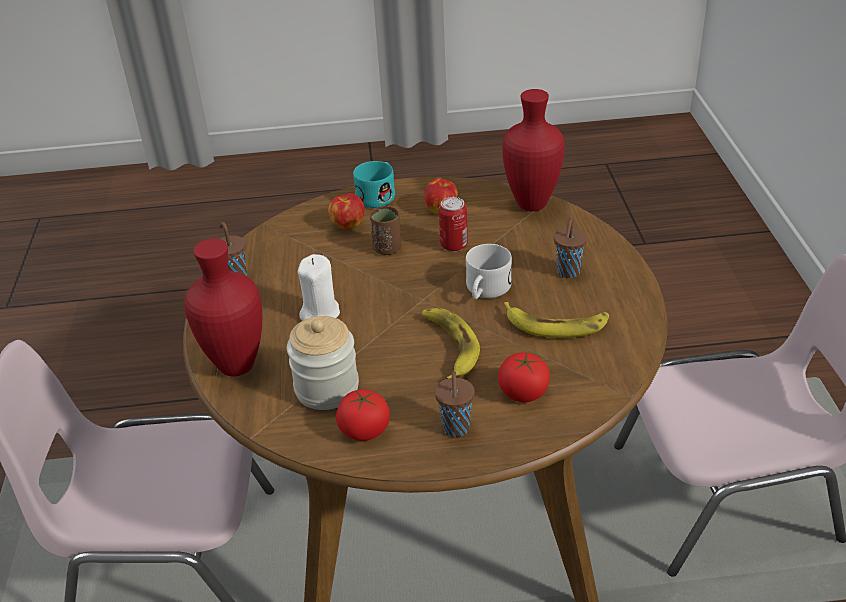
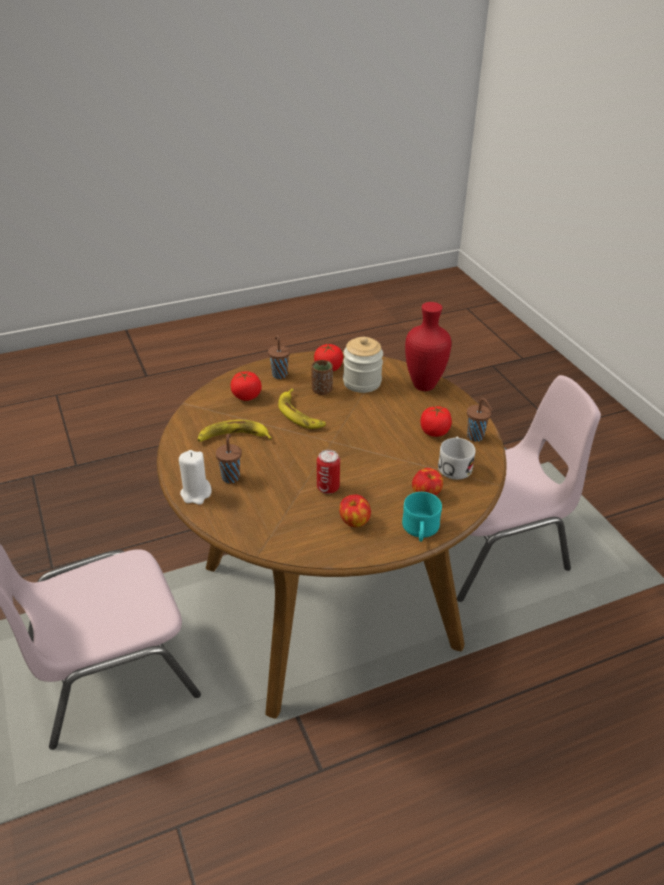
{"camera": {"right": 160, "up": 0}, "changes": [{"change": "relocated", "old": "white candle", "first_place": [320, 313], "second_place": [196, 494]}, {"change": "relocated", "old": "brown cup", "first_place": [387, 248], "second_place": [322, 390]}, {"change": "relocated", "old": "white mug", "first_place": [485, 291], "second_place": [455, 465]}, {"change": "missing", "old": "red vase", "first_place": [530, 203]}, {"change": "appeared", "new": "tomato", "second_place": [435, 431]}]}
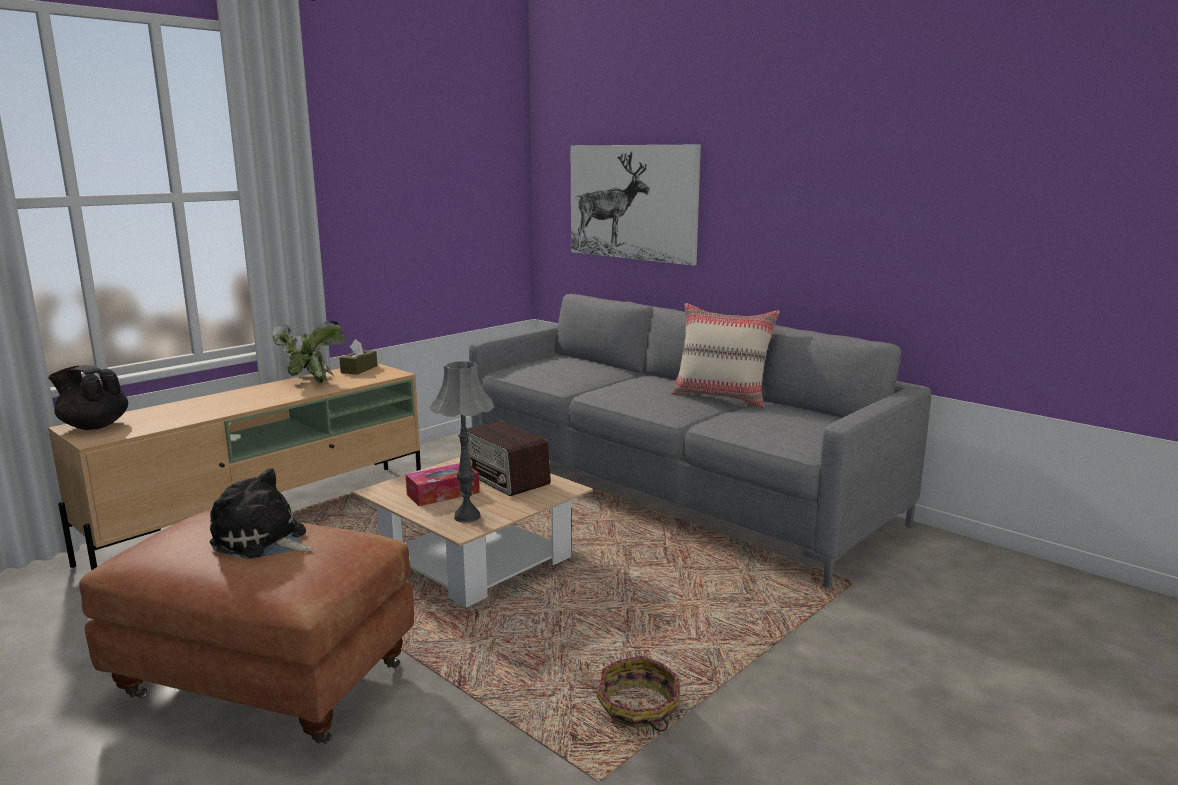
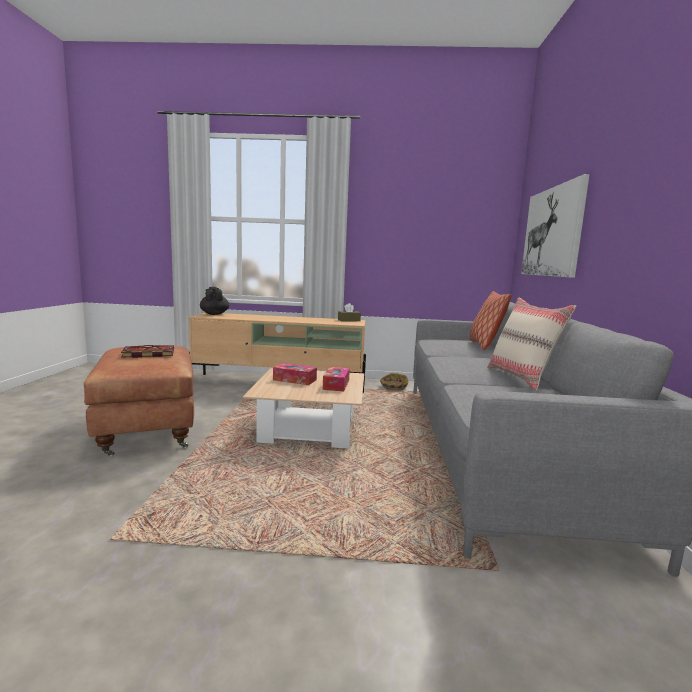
{"camera": {"right": 50, "up": -5}, "changes": [{"change": "exchanged", "old": "plush toy", "new": "book", "first_place": [262, 541], "second_place": [147, 354]}, {"change": "missing", "old": "potted plant", "first_place": [309, 382]}, {"change": "missing", "old": "grey table lamp", "first_place": [467, 517]}, {"change": "exchanged", "old": "radio", "new": "tissue box", "first_place": [505, 478], "second_place": [336, 384]}, {"change": "relocated", "old": "basket", "first_place": [638, 708], "second_place": [393, 387]}, {"change": "appeared", "new": "pillow", "second_place": [484, 345]}]}
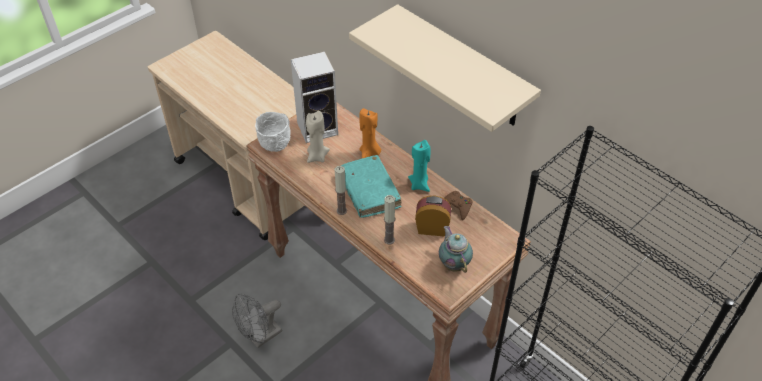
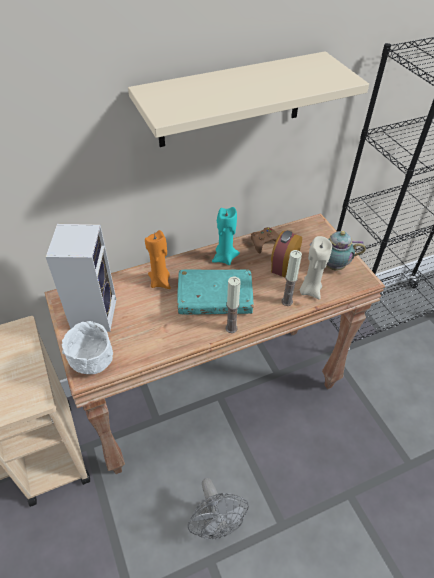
{"camera": {"right": -70, "up": 0}, "changes": [{"change": "relocated", "old": "beige candle", "first_place": [317, 156], "second_place": [310, 290]}]}
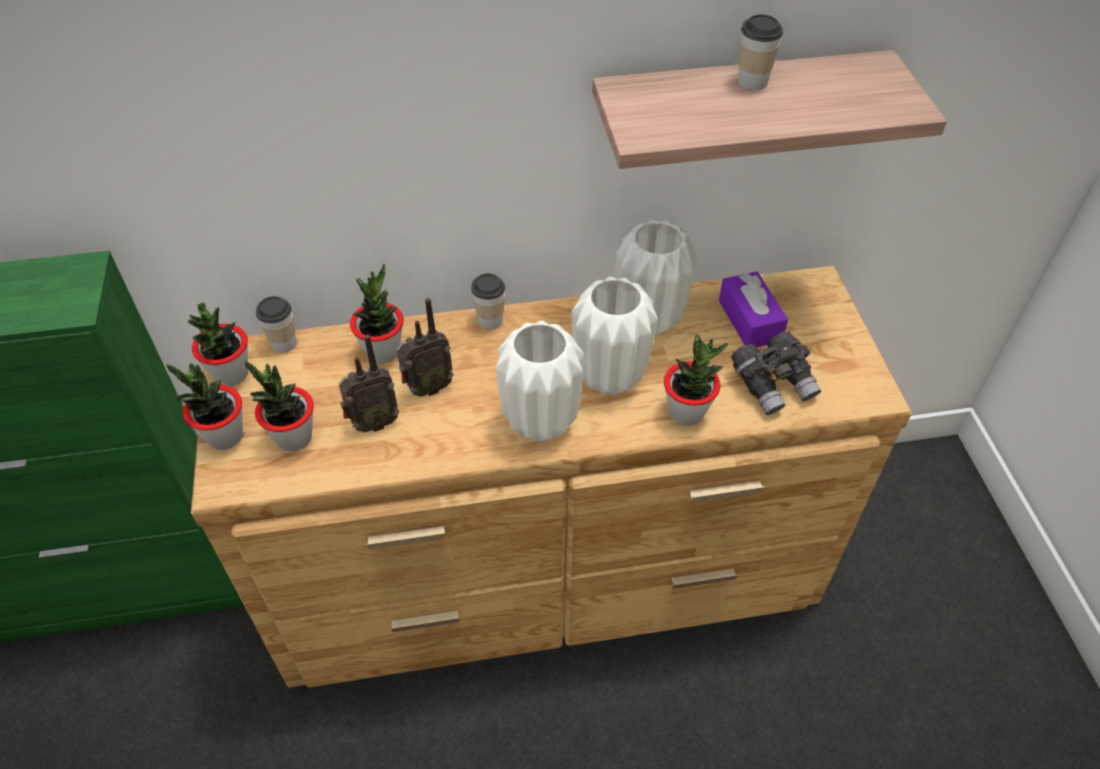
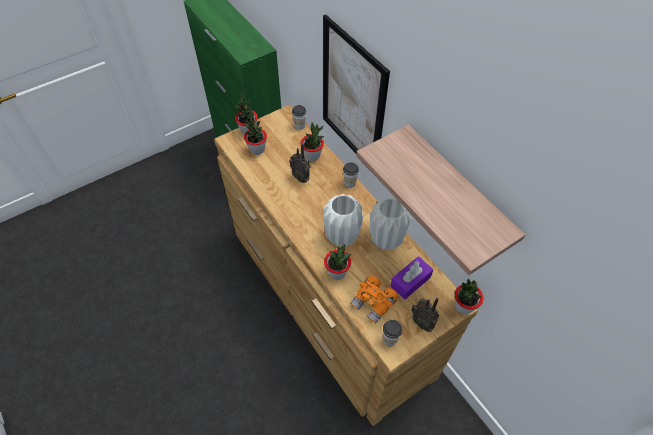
{"camera": {"right": 65, "up": 5}, "changes": [{"change": "relocated", "old": "potted plant", "first_place": [231, 374], "second_place": [463, 306]}, {"change": "relocated", "old": "radio", "first_place": [372, 423], "second_place": [422, 322]}, {"change": "missing", "old": "white vase", "first_place": [540, 423]}, {"change": "colour", "old": "grey binoculars", "new": "orange binoculars", "first_place": [773, 384], "second_place": [373, 303]}, {"change": "relocated", "old": "cup", "first_place": [752, 81], "second_place": [389, 339]}, {"change": "appeared", "new": "picture", "second_place": [352, 98]}]}
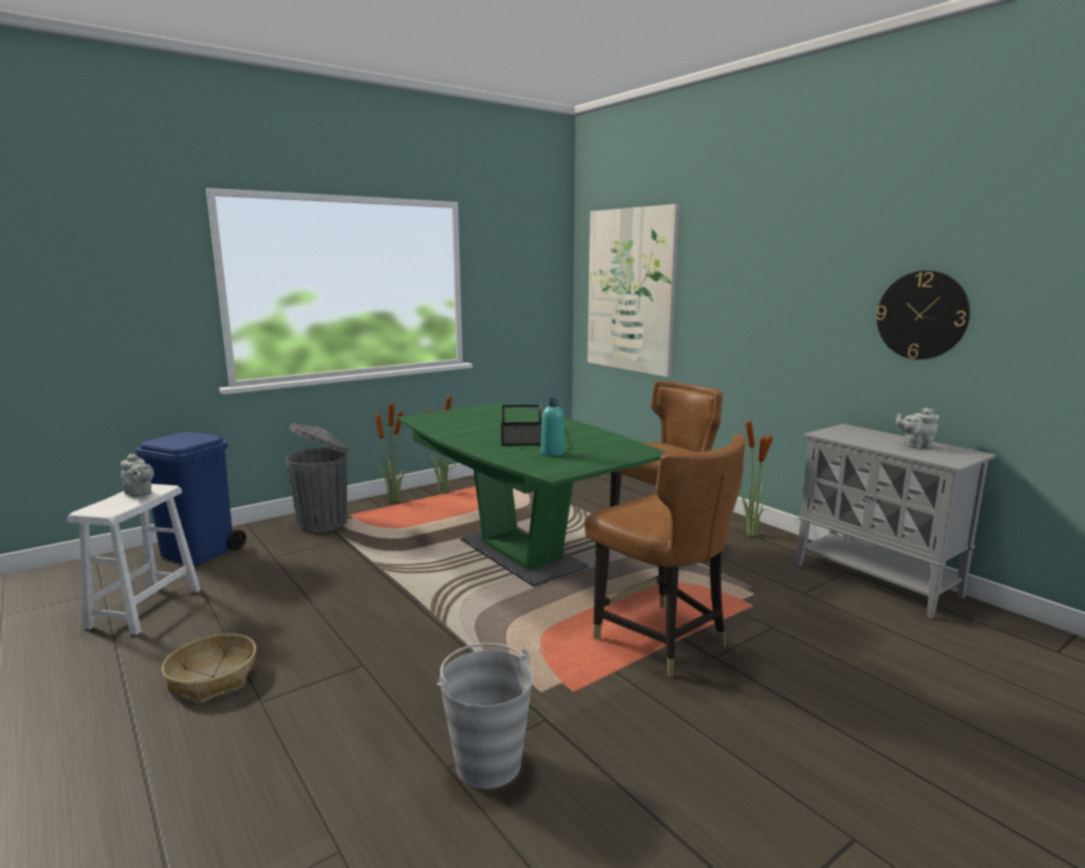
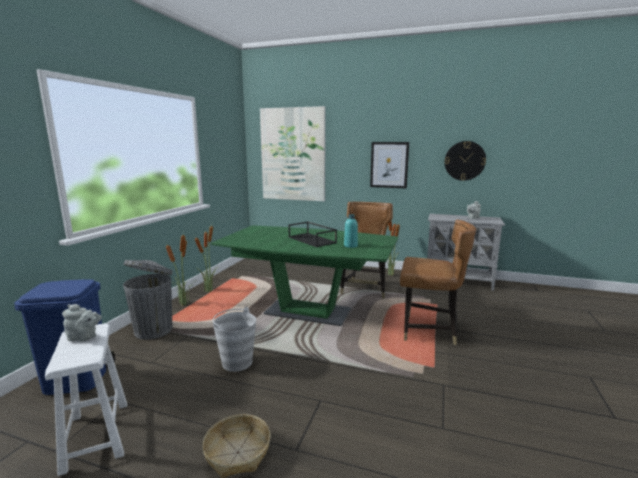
{"camera": {"right": -35, "up": 0}, "changes": [{"change": "relocated", "old": "grey bucket", "first_place": [488, 763], "second_place": [237, 362]}, {"change": "appeared", "new": "picture", "second_place": [389, 165]}]}
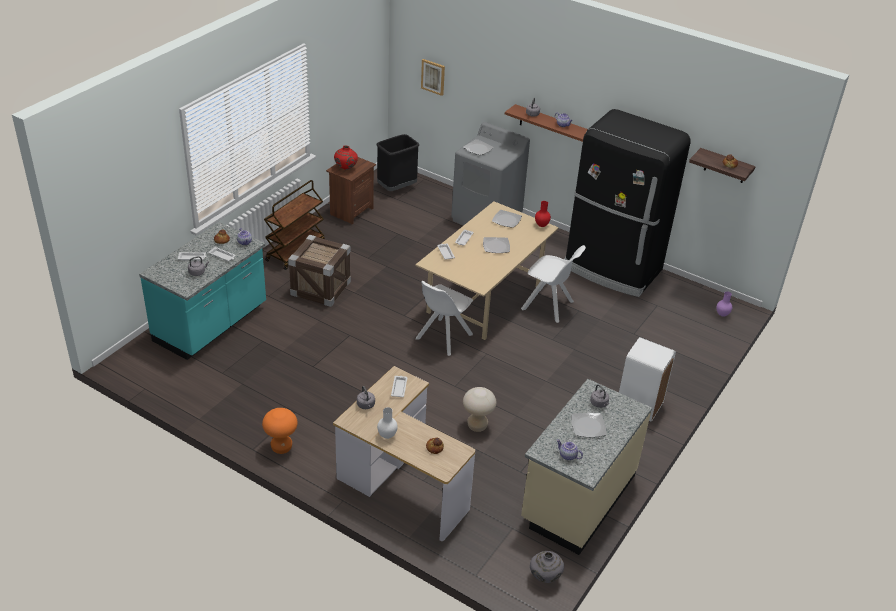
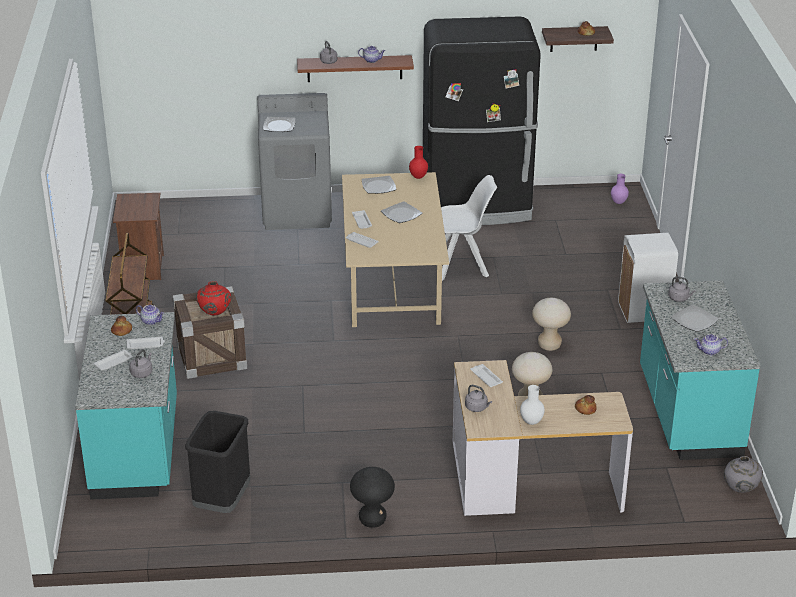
{"camera": {"right": -35, "up": -5}, "changes": [{"change": "colour", "old": "orange stool", "new": "black stool", "first_place": [281, 447], "second_place": [372, 520]}, {"change": "relocated", "old": "red vase", "first_place": [346, 168], "second_place": [214, 314]}, {"change": "relocated", "old": "black trash can", "first_place": [397, 188], "second_place": [222, 501]}, {"change": "missing", "old": "white chair", "first_place": [443, 337]}, {"change": "missing", "old": "picture", "first_place": [433, 76]}, {"change": "colour", "old": "beige counter", "new": "turquoise counter", "first_place": [577, 498], "second_place": [687, 413]}, {"change": "appeared", "new": "beige stool", "second_place": [549, 345]}]}
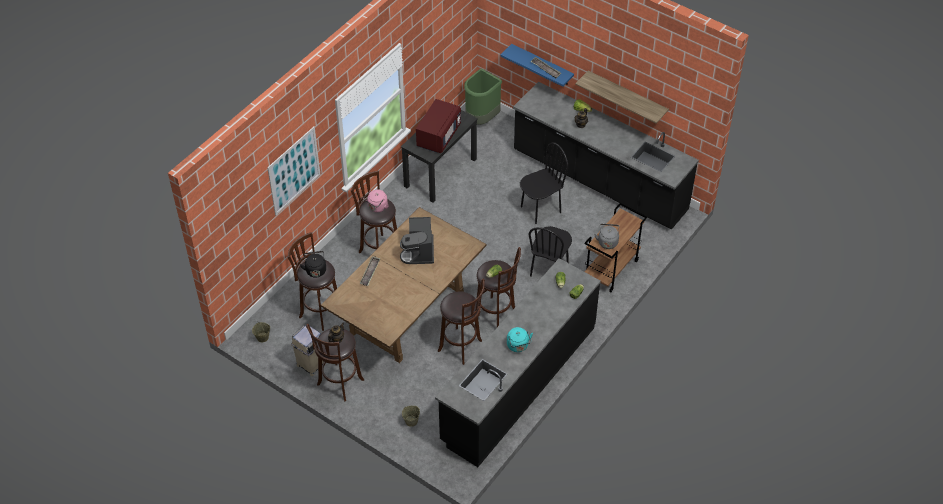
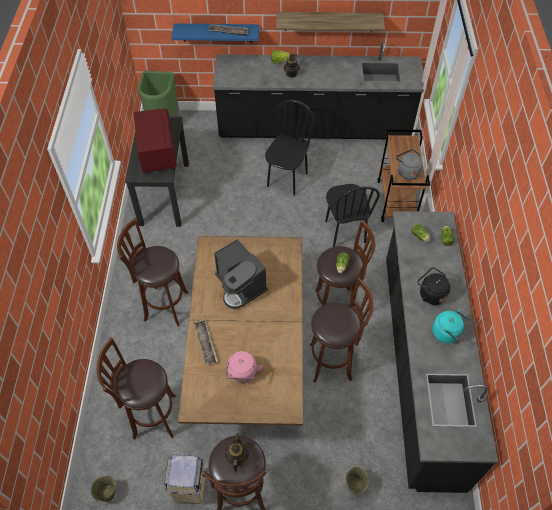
{"camera": {"right": -35, "up": 5}, "changes": [{"change": "missing", "old": "picture", "first_place": [294, 170]}, {"change": "relocated", "old": "black kettle", "first_place": [315, 270], "second_place": [430, 294]}, {"change": "relocated", "old": "pink kettle", "first_place": [377, 207], "second_place": [242, 374]}]}
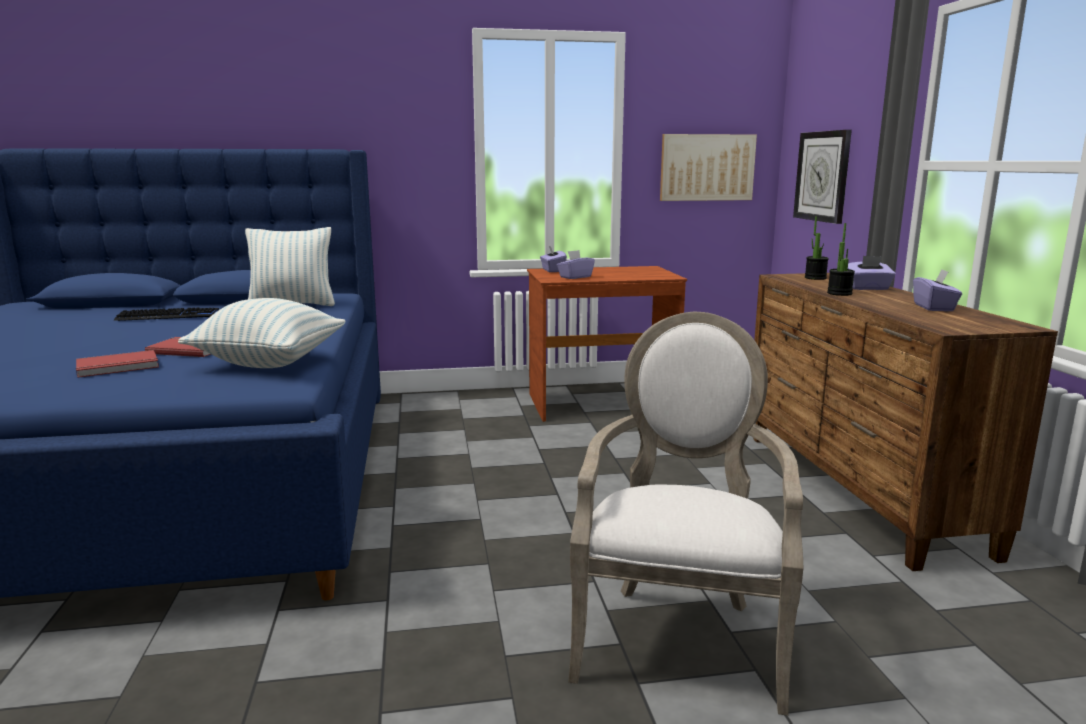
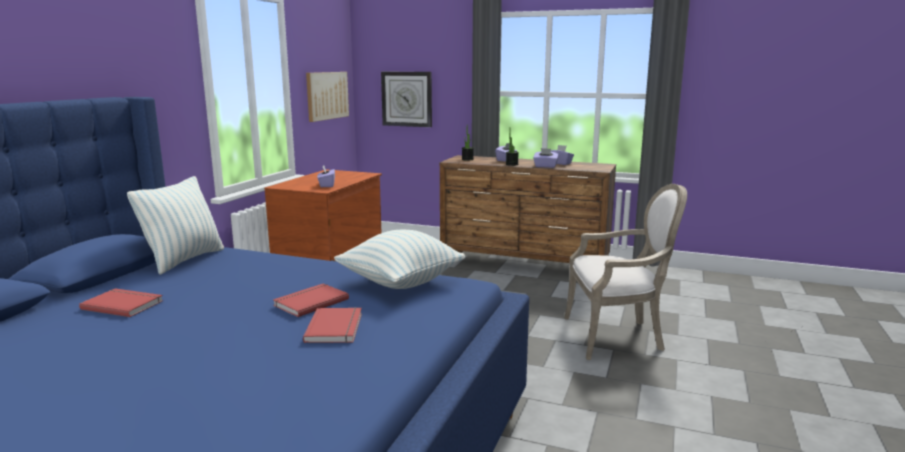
{"camera": {"right": -60, "up": 0}, "changes": [{"change": "exchanged", "old": "keyboard", "new": "red book", "first_place": [168, 316], "second_place": [124, 304]}, {"change": "relocated", "old": "purple tissue box", "first_place": [552, 270], "second_place": [545, 166]}, {"change": "spun", "old": "armchair", "first_place": [680, 638], "second_place": [617, 336], "degrees": 135}]}
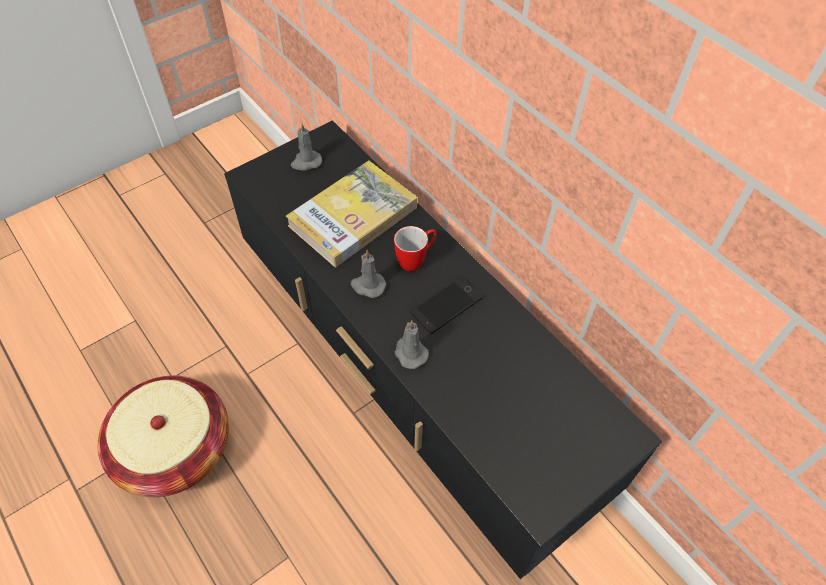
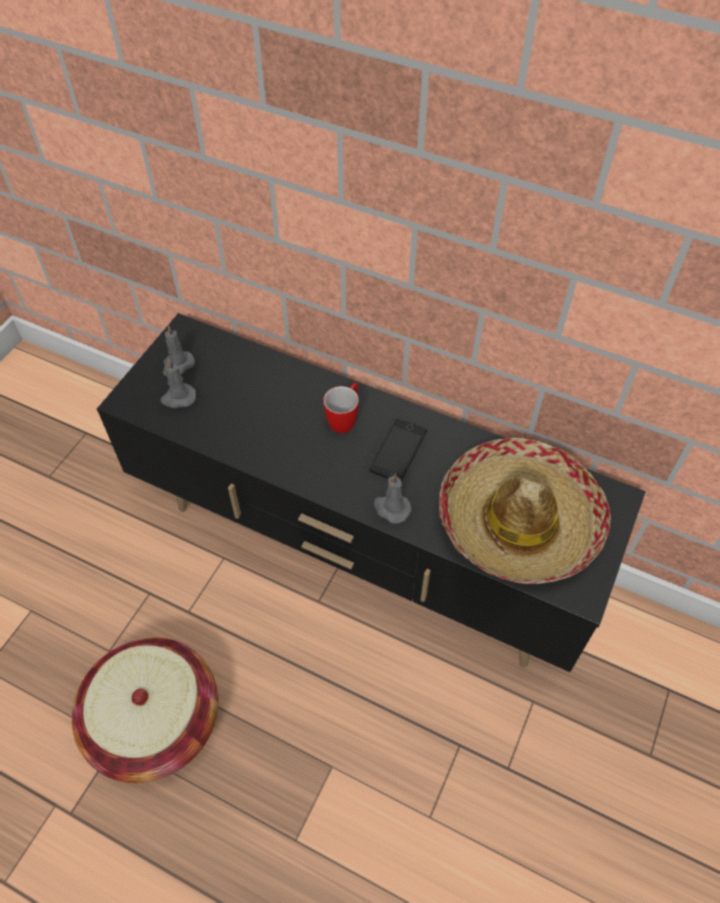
{"camera": {"right": -25, "up": 0}, "changes": [{"change": "missing", "old": "book", "first_place": [353, 216]}, {"change": "relocated", "old": "grey candle", "first_place": [367, 286], "second_place": [178, 398]}, {"change": "appeared", "new": "hat", "second_place": [518, 521]}]}
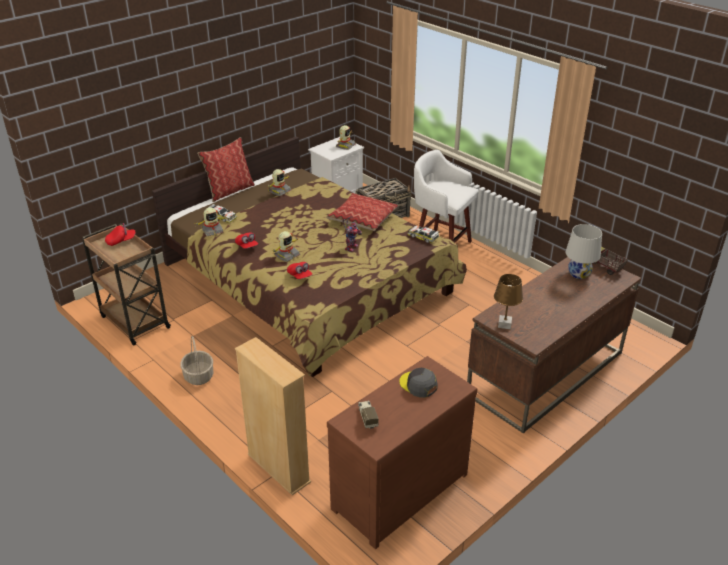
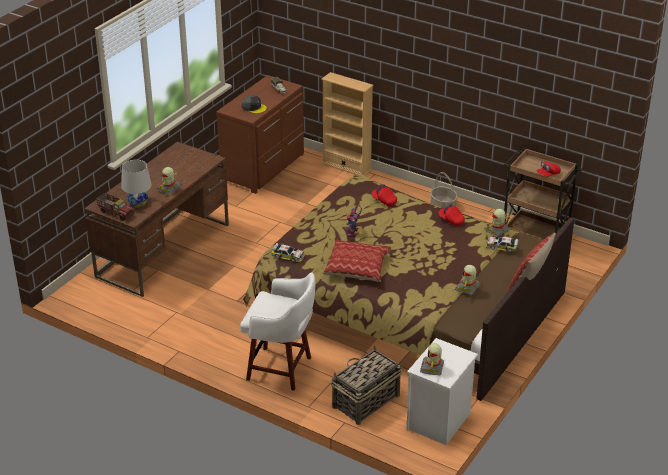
{"camera": {"right": 165, "up": 0}, "changes": [{"change": "relocated", "old": "toy robot", "first_place": [286, 255], "second_place": [169, 189]}, {"change": "missing", "old": "brown table lamp", "first_place": [504, 325]}]}
